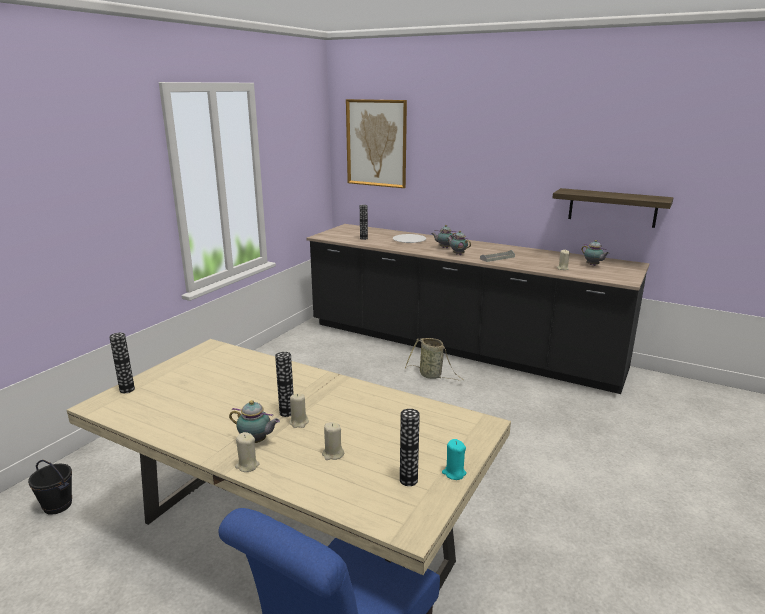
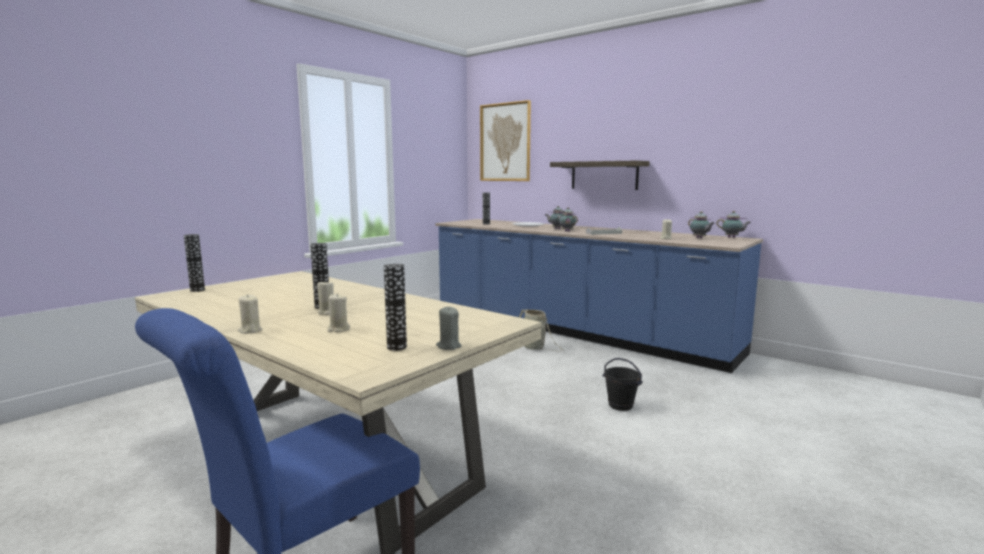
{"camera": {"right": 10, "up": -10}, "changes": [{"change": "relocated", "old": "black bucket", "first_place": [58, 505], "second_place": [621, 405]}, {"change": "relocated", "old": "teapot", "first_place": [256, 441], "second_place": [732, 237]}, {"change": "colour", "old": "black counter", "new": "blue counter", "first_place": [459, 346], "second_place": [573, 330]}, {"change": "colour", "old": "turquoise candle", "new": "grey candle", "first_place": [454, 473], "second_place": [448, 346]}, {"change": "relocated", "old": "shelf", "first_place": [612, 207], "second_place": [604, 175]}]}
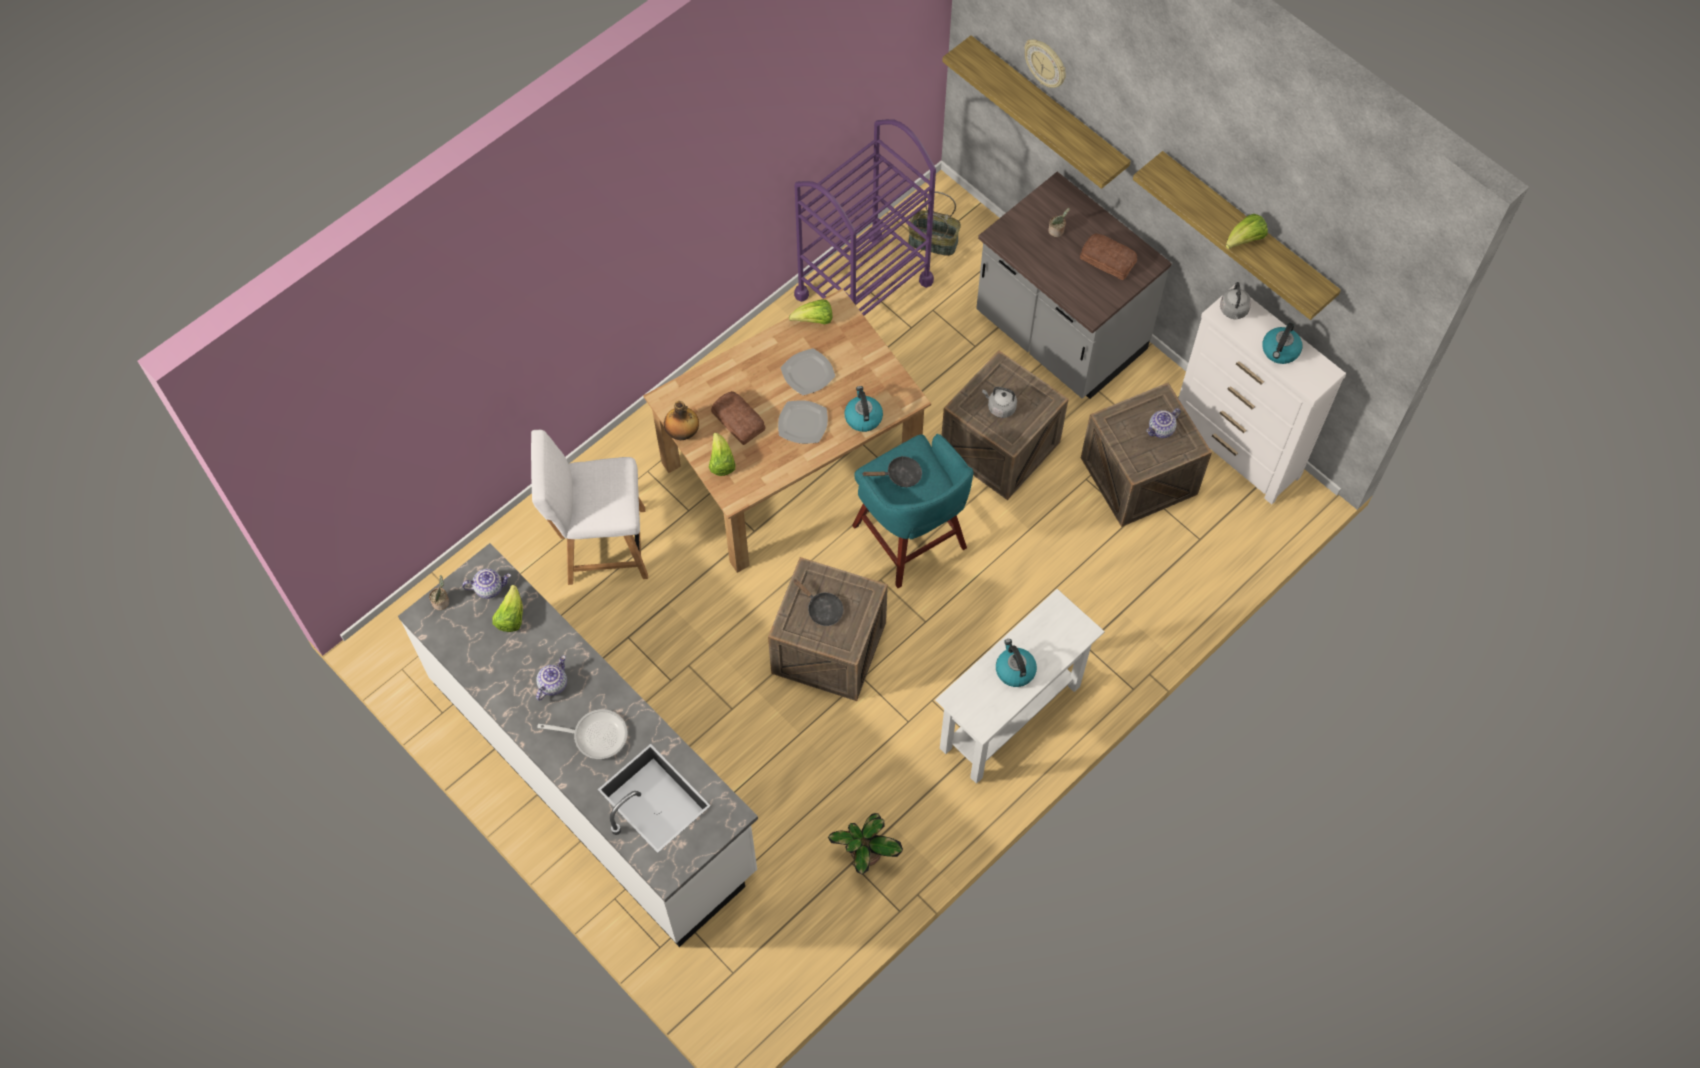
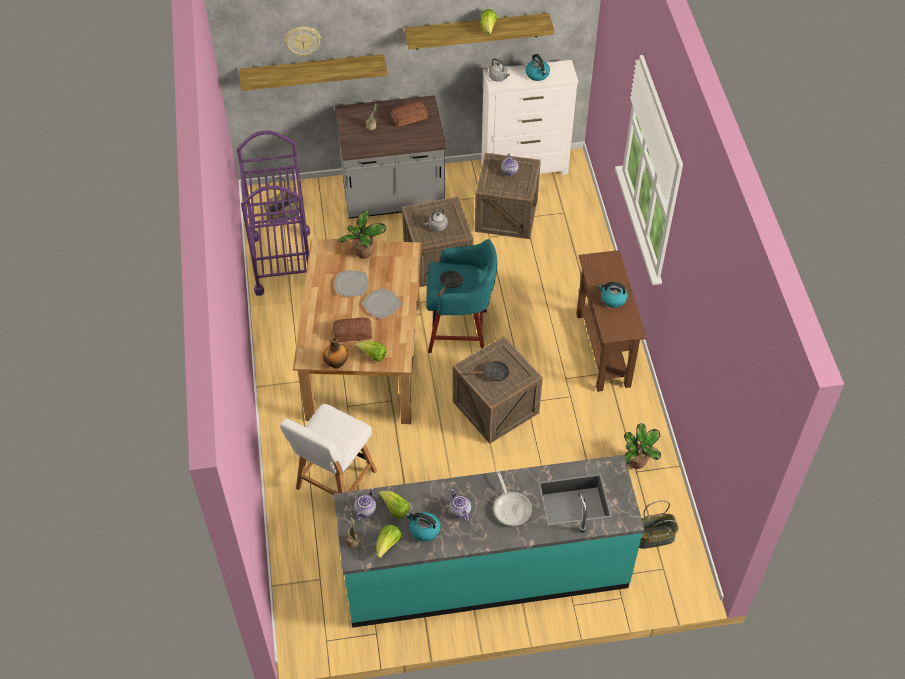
{"camera": {"right": -55, "up": -10}, "changes": [{"change": "colour", "old": "white counter", "new": "turquoise counter", "first_place": [594, 775], "second_place": [484, 571]}, {"change": "spun", "old": "frying pan", "first_place": [595, 735], "second_place": [511, 507], "degrees": 120}, {"change": "relocated", "old": "lettuce", "first_place": [814, 320], "second_place": [388, 545]}, {"change": "relocated", "old": "kettle", "first_place": [863, 417], "second_place": [424, 530]}, {"change": "colour", "old": "white console table", "new": "brown console table", "first_place": [1010, 717], "second_place": [603, 349]}, {"change": "appeared", "new": "potted plant", "second_place": [363, 253]}, {"change": "appeared", "new": "basket", "second_place": [653, 537]}]}
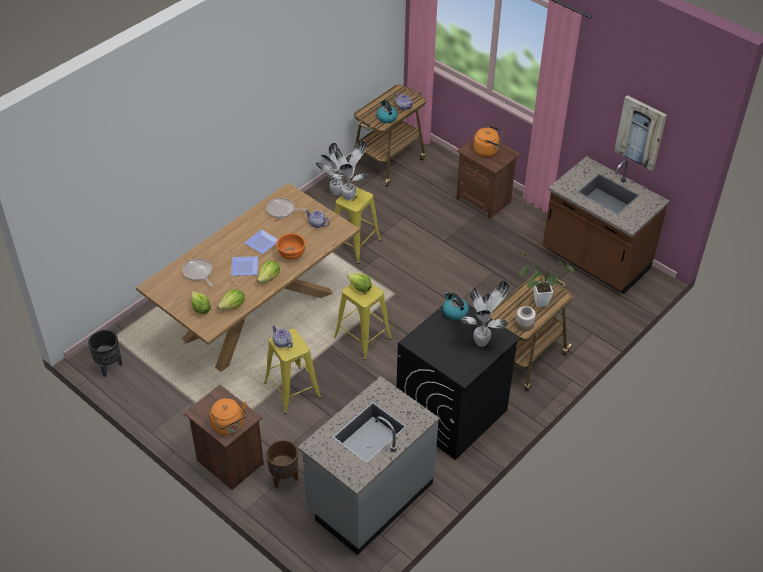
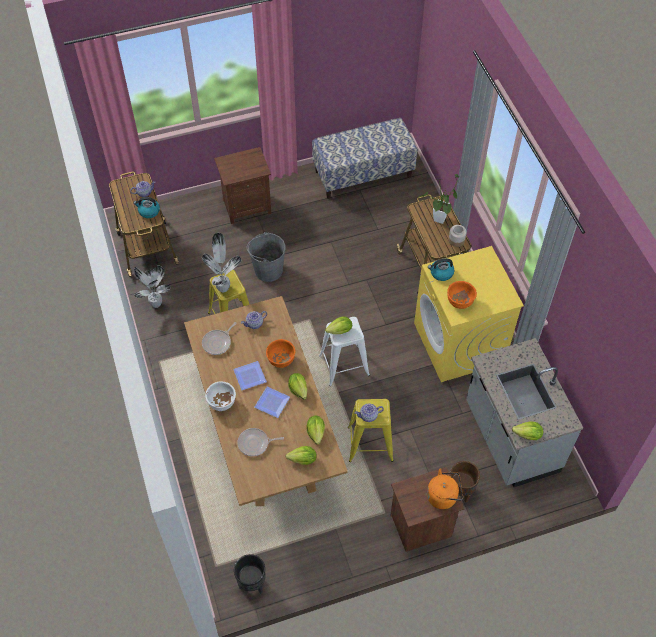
{"camera": {"right": -60, "up": 10}, "changes": [{"change": "colour", "old": "yellow stool", "new": "white stool", "first_place": [363, 338], "second_place": [344, 365]}, {"change": "colour", "old": "black washing machine", "new": "yellow washing machine", "first_place": [451, 414], "second_place": [459, 343]}, {"change": "missing", "old": "potted plant", "first_place": [482, 341]}, {"change": "missing", "old": "orange kettle", "first_place": [487, 150]}, {"change": "exchanged", "old": "brown counter", "new": "bench", "first_place": [594, 261], "second_place": [363, 174]}, {"change": "missing", "old": "picture", "first_place": [640, 132]}, {"change": "appeared", "new": "white bowl", "second_place": [222, 403]}, {"change": "appeared", "new": "grey bucket", "second_place": [268, 270]}, {"change": "appeared", "new": "orange bowl", "second_place": [460, 302]}, {"change": "appeared", "new": "lettuce", "second_place": [527, 435]}]}
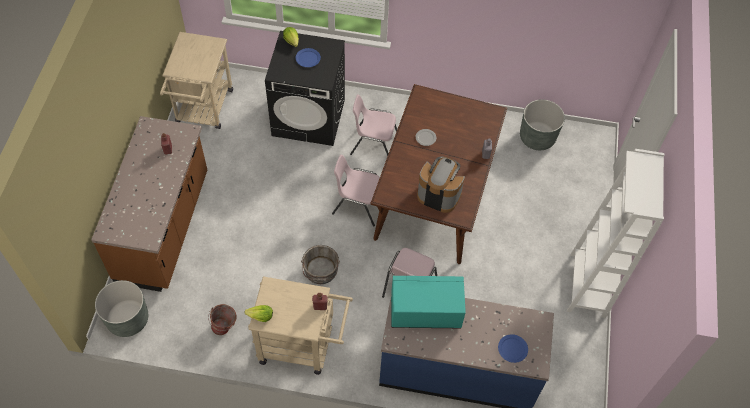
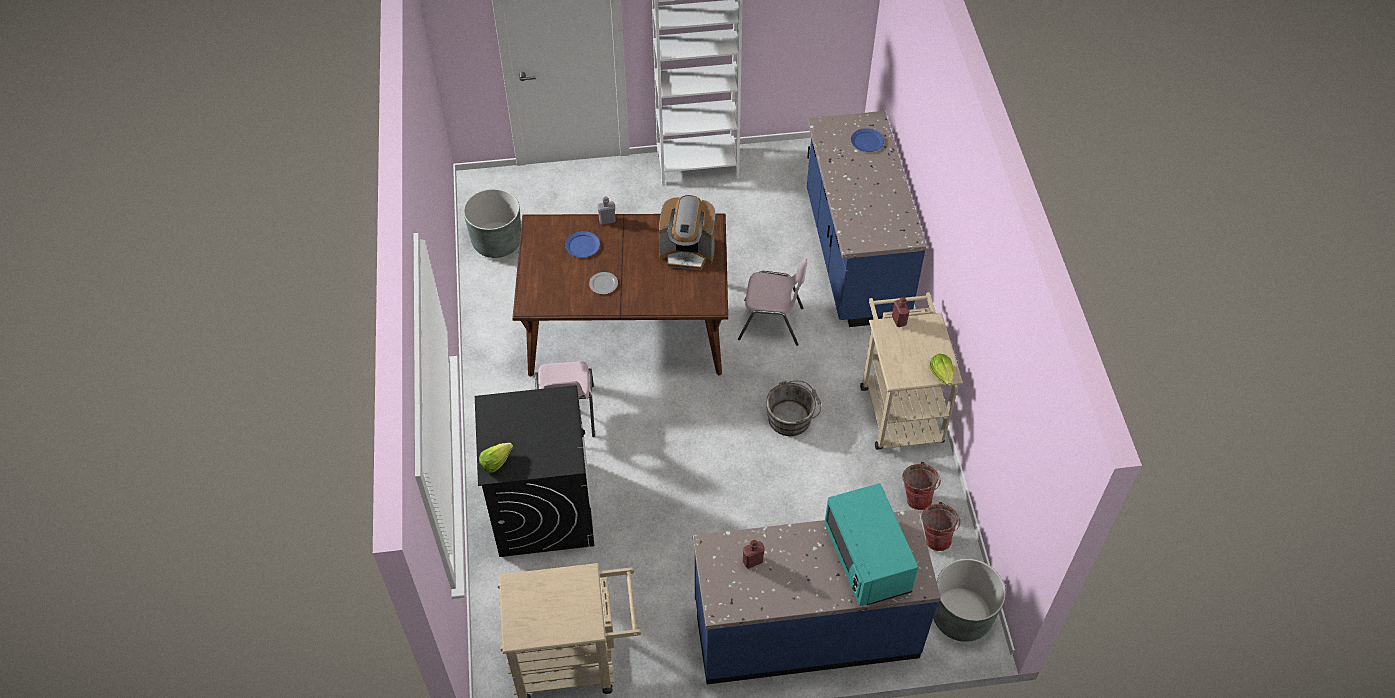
{"camera": {"right": -105, "up": -5}, "changes": [{"change": "colour", "old": "brown counter", "new": "blue counter", "first_place": [164, 228], "second_place": [805, 629]}, {"change": "relocated", "old": "blue plate", "first_place": [308, 58], "second_place": [582, 246]}, {"change": "missing", "old": "pink chair", "first_place": [357, 204]}, {"change": "relocated", "old": "turquoise microwave", "first_place": [425, 312], "second_place": [867, 559]}, {"change": "spun", "old": "coffee machine", "first_place": [438, 194], "second_place": [687, 252], "degrees": -90}, {"change": "appeared", "new": "bucket", "second_place": [936, 536]}]}
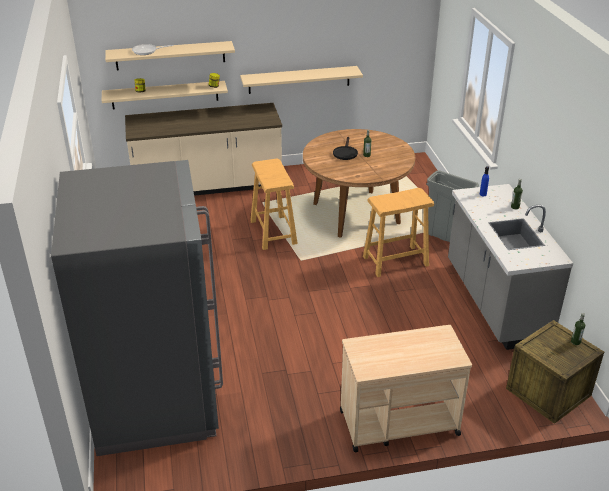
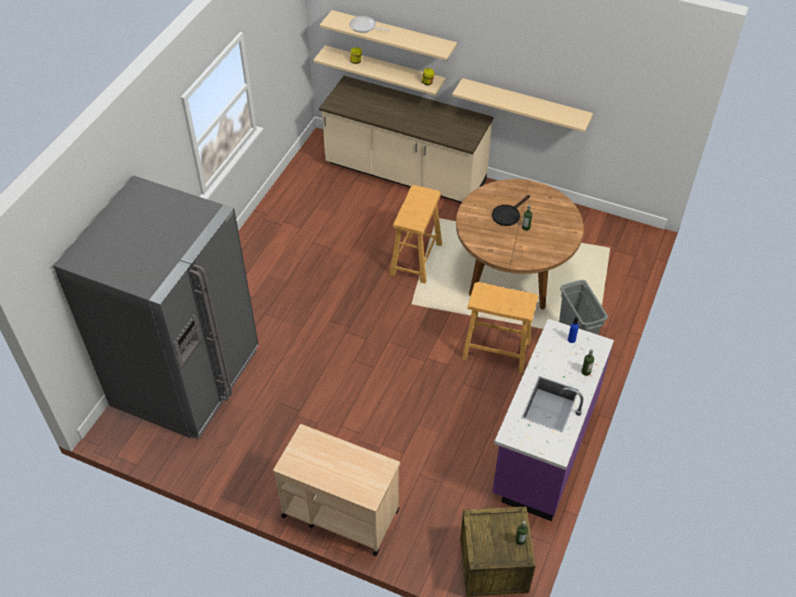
{"camera": {"right": 35, "up": 15}, "changes": [{"change": "colour", "old": "grey counter", "new": "purple counter", "first_place": [494, 302], "second_place": [543, 447]}]}
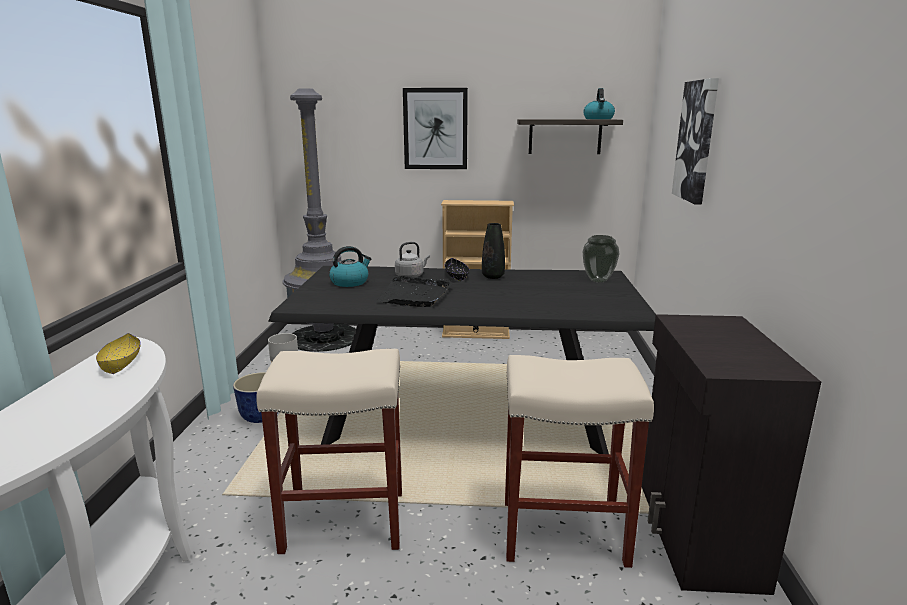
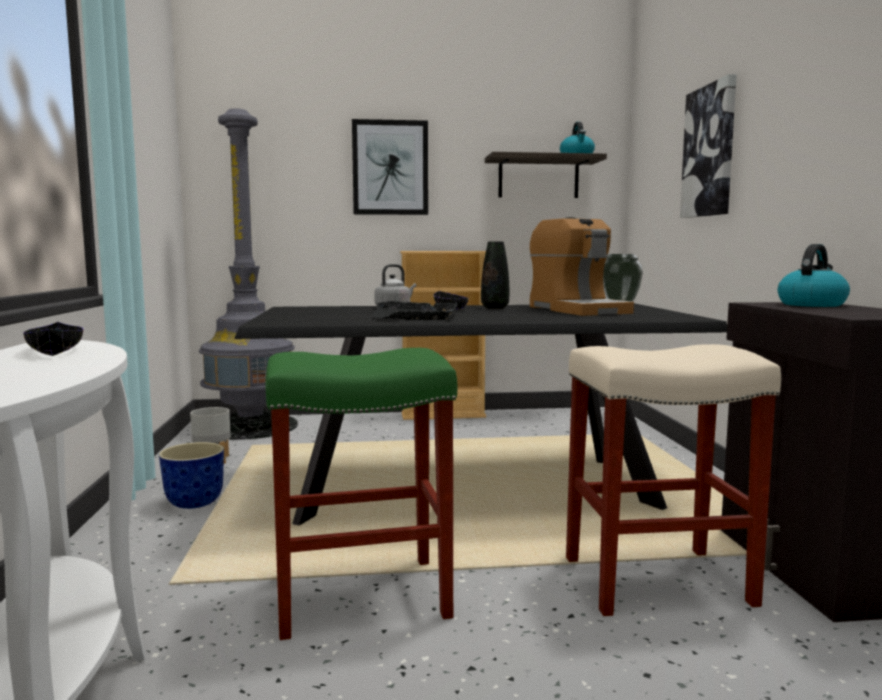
{"camera": {"right": -10, "up": -10}, "changes": [{"change": "colour", "old": "yellow bowl", "new": "black bowl", "first_place": [121, 361], "second_place": [55, 350]}, {"change": "colour", "old": "beige stool", "new": "green stool", "first_place": [342, 522], "second_place": [359, 597]}, {"change": "relocated", "old": "kettle", "first_place": [350, 282], "second_place": [811, 304]}, {"change": "appeared", "new": "coffee machine", "second_place": [577, 310]}]}
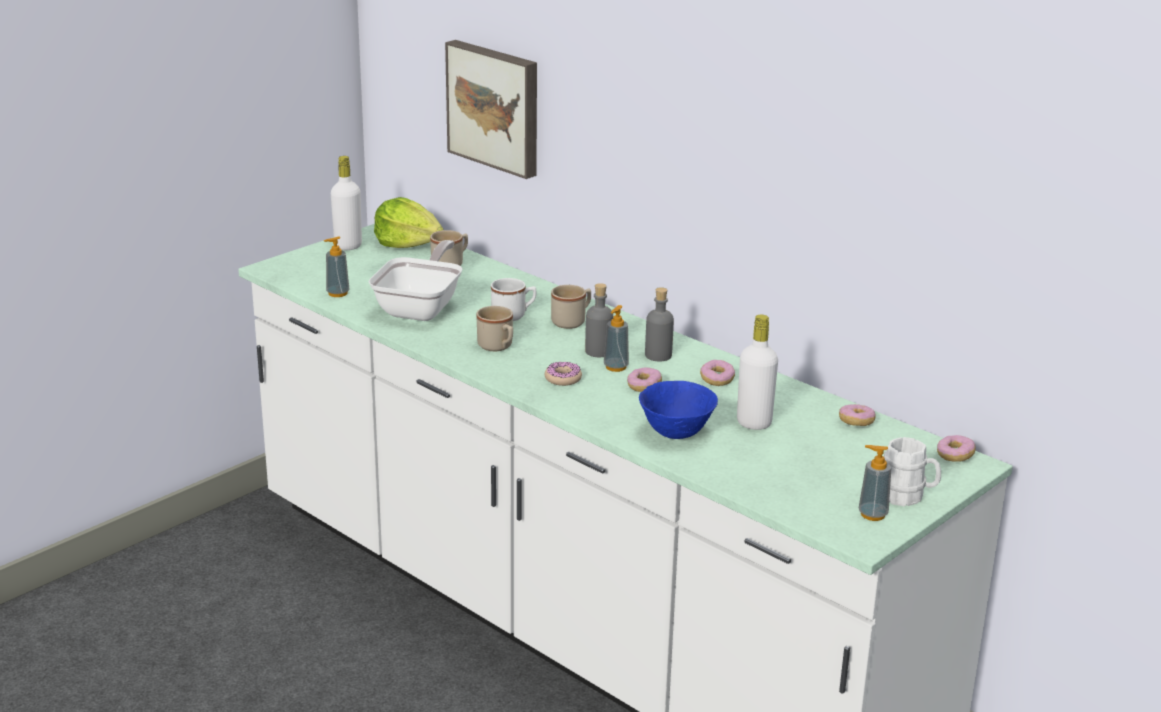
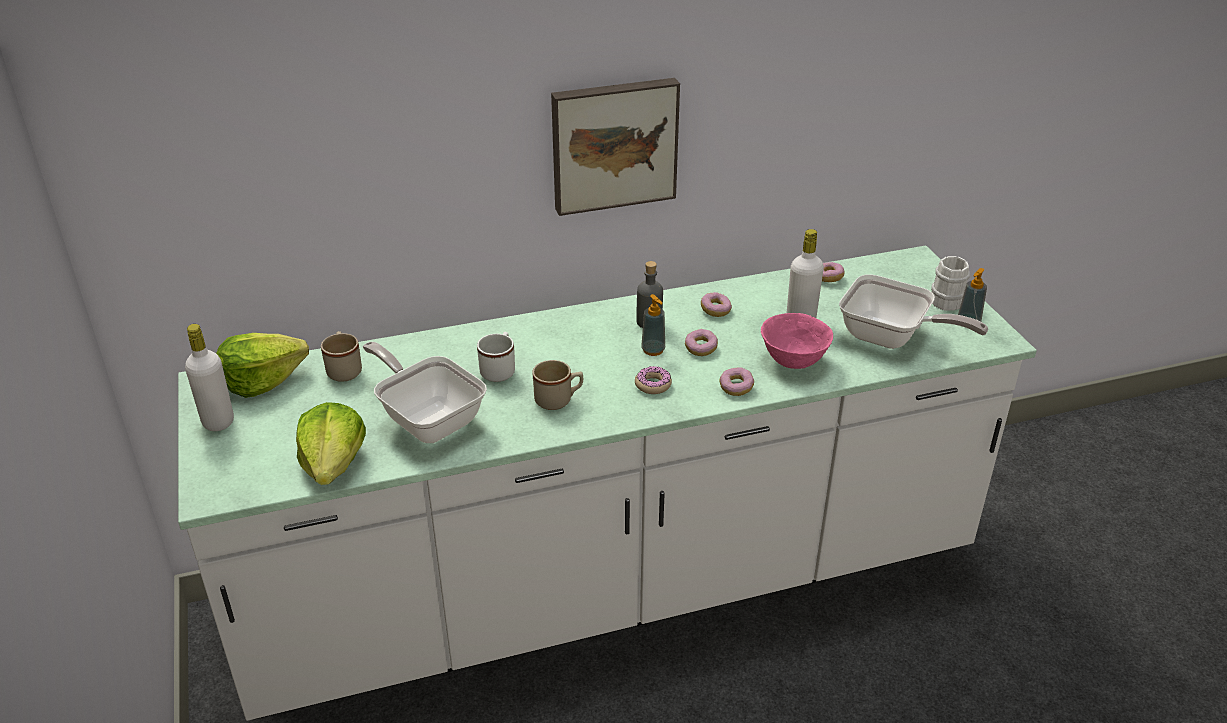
{"camera": {"right": -60, "up": 10}, "changes": [{"change": "exchanged", "old": "soap dispenser", "new": "lettuce", "first_place": [337, 293], "second_place": [334, 464]}, {"change": "relocated", "old": "picture", "first_place": [495, 107], "second_place": [613, 144]}, {"change": "missing", "old": "beige mug", "first_place": [572, 321]}, {"change": "missing", "old": "grey bottle", "first_place": [598, 351]}, {"change": "colour", "old": "blue bowl", "new": "pink bowl", "first_place": [677, 433], "second_place": [793, 361]}, {"change": "relocated", "old": "donut", "first_place": [955, 456], "second_place": [736, 388]}, {"change": "appeared", "new": "frying pan", "second_place": [891, 338]}]}
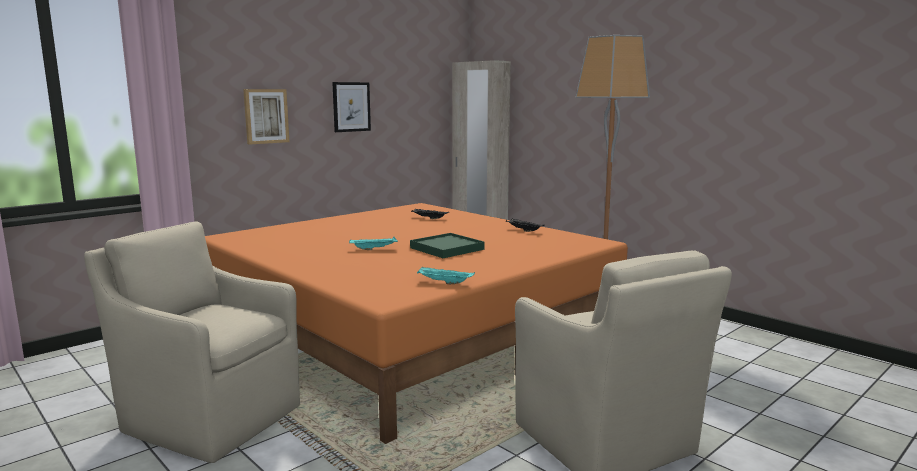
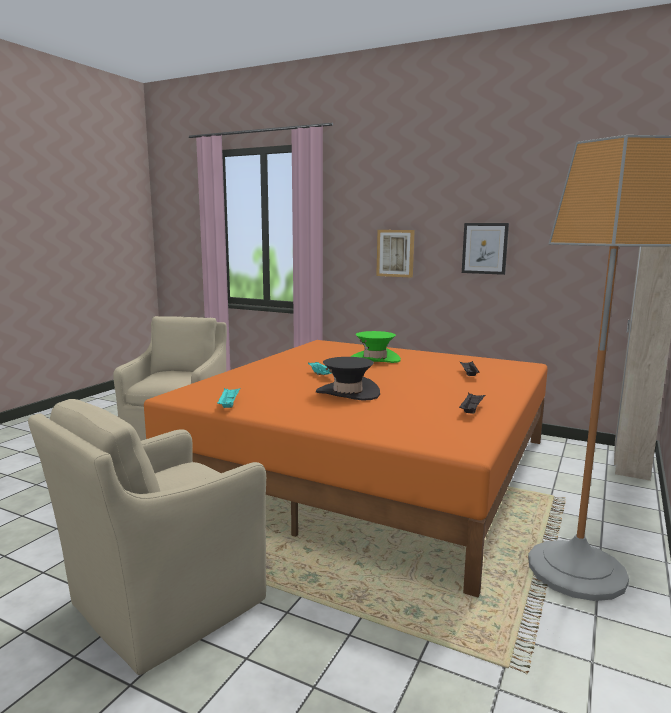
{"camera": {"right": 70, "up": 0}, "changes": [{"change": "exchanged", "old": "green tray", "new": "black hat", "first_place": [447, 248], "second_place": [347, 393]}, {"change": "appeared", "new": "green hat", "second_place": [375, 359]}]}
